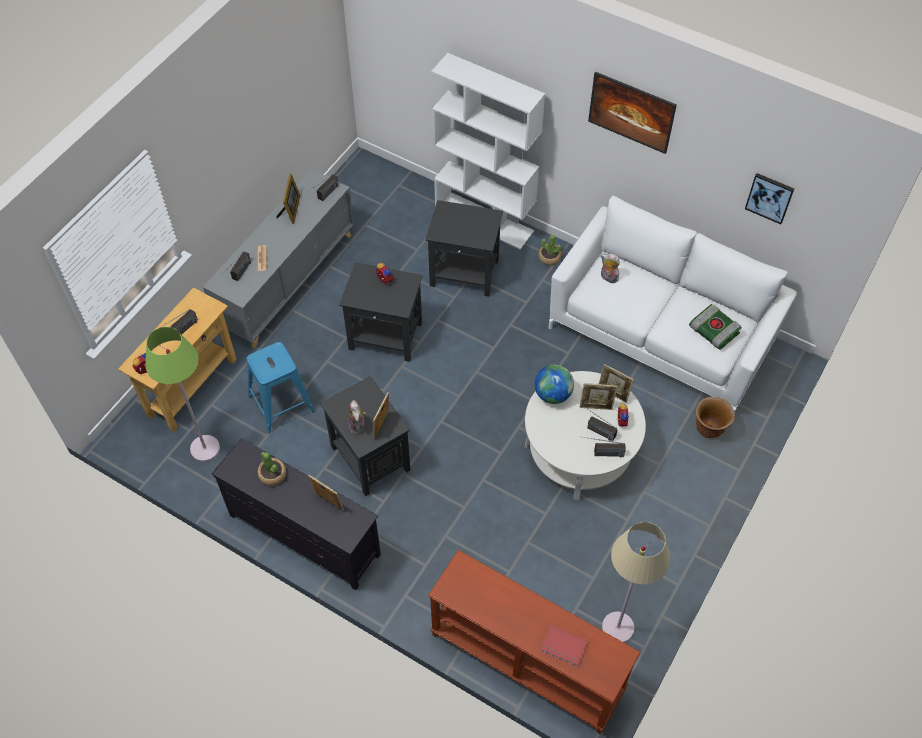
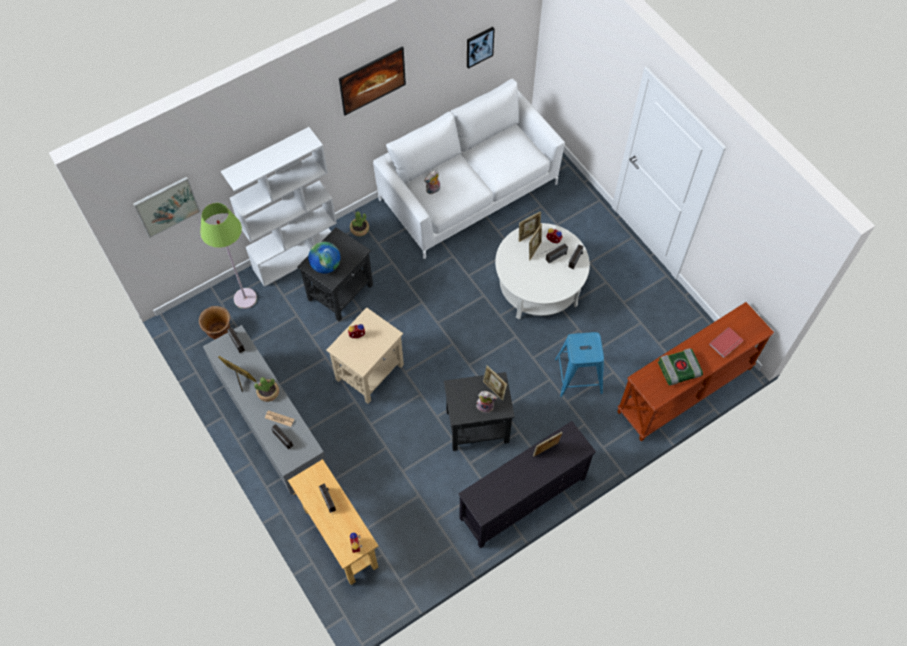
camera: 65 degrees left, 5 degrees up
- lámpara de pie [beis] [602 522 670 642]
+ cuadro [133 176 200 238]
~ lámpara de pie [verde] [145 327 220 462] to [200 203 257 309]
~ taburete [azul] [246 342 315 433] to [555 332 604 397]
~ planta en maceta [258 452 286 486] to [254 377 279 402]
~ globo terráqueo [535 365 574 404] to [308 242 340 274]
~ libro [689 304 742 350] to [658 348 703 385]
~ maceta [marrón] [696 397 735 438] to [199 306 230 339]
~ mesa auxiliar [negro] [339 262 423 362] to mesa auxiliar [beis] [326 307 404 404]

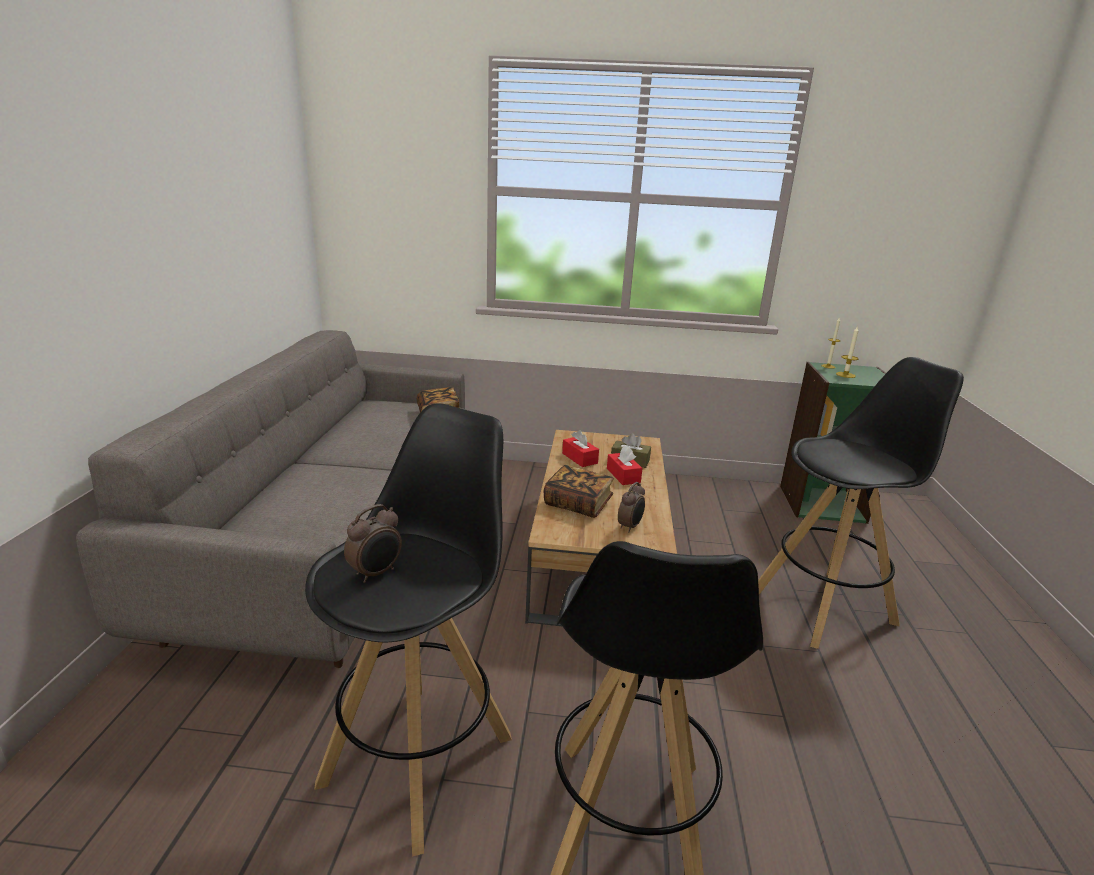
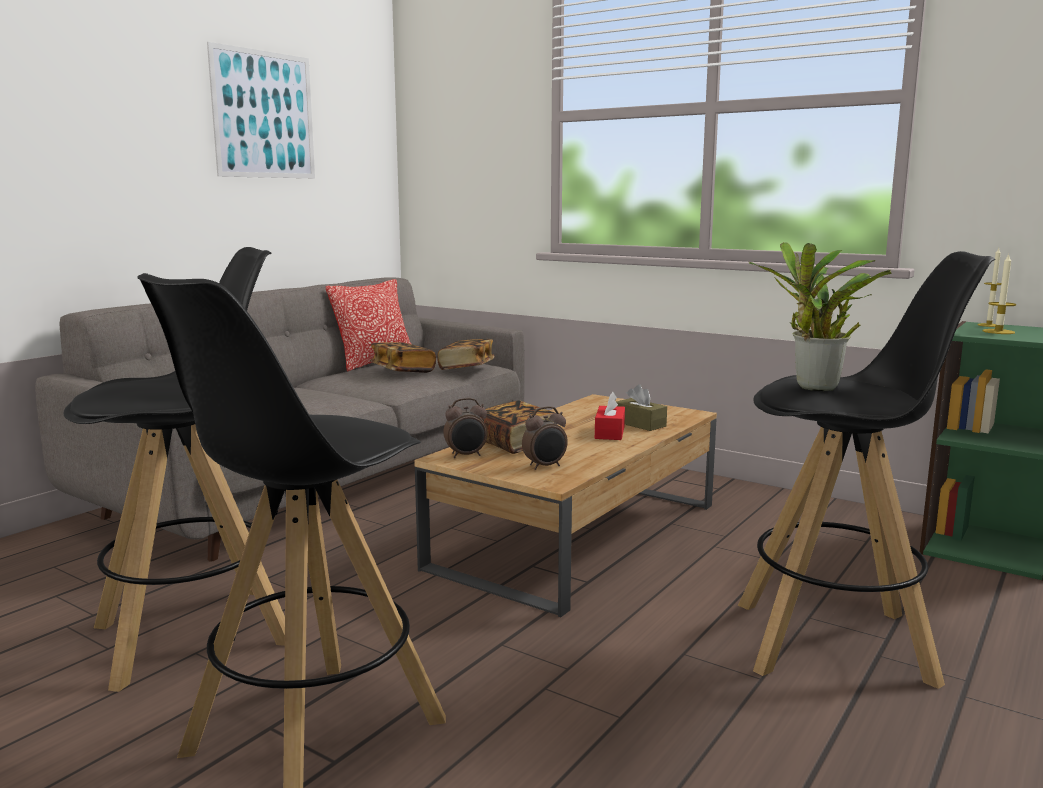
camera: 30 degrees right, 10 degrees down
- caja de pañuelos [rojo] [562 430 599 467]
+ cuadro [207 42 315 178]
+ cojín [326 279 411 372]
+ libro [370 342 436 373]
+ planta en maceta [749 242 892 391]
~ despertador [344 504 402 583] to [443 398 488 458]

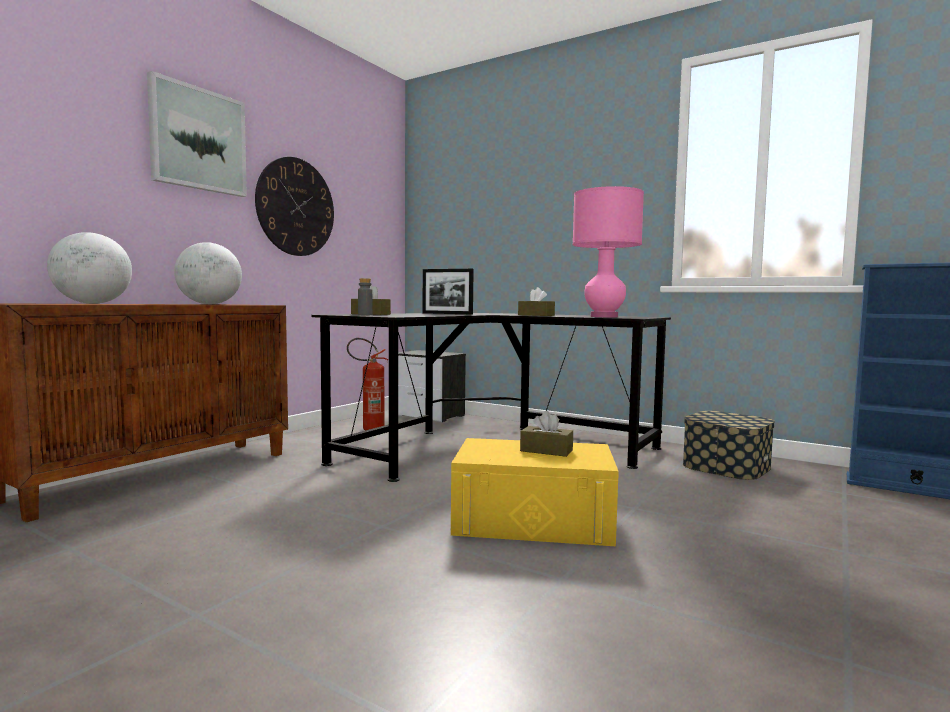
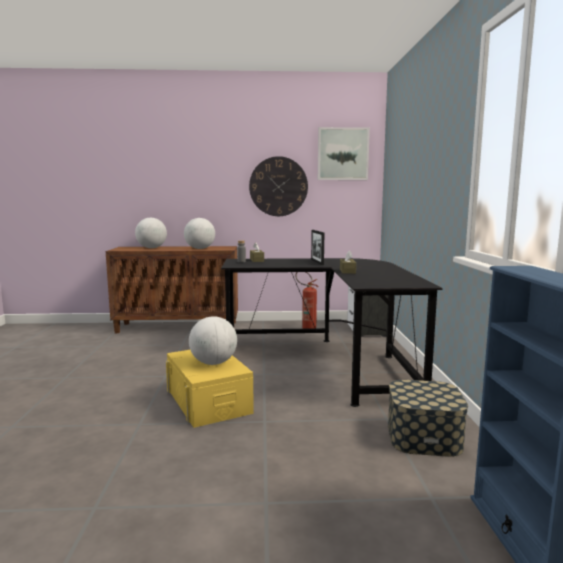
camera: 55 degrees right, 5 degrees up
- lámpara de mesa [rosa] [573 186 644 317]
~ cuadro [147 71 247 197] to [318 127 370 180]
~ caja de pañuelos [marrón] [520 411 573 457] to globo terráqueo [189 316 237 365]

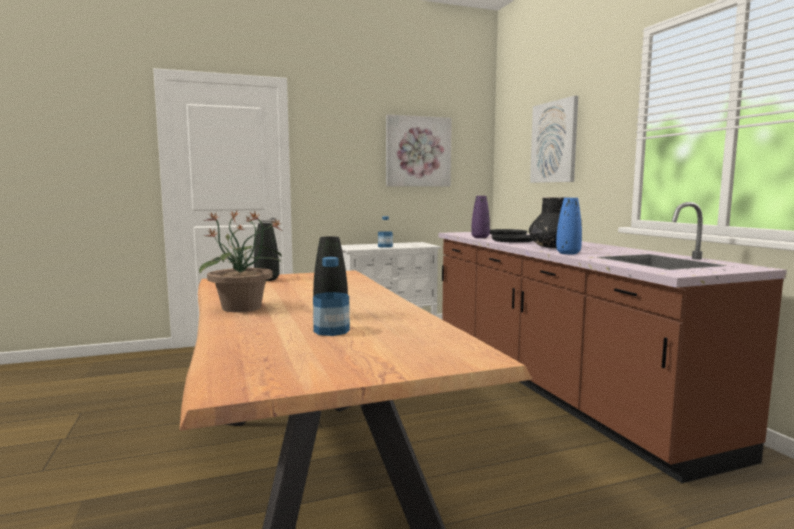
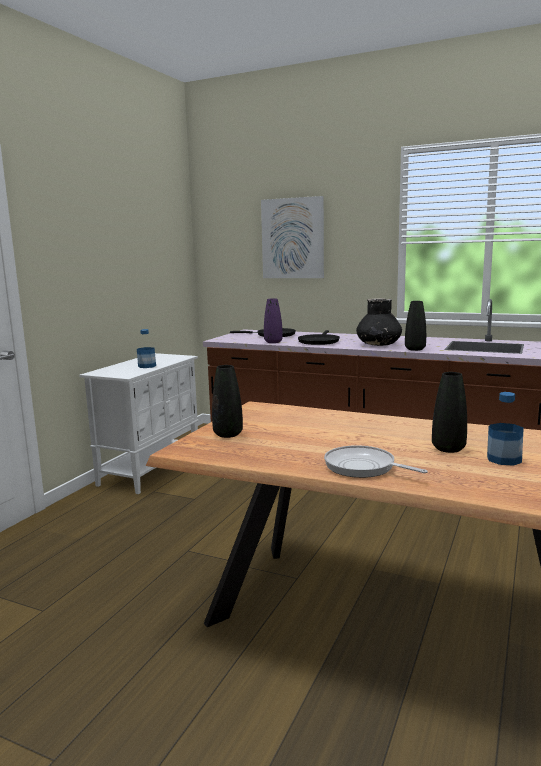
camera: 45 degrees left, 5 degrees up
- cuadro [386 114 452 187]
~ planta en maceta [199 210 282 312] to sartén [324 445 428 478]
~ florero [azul] [556 198 582 254] to florero [negro] [405 301 426 351]

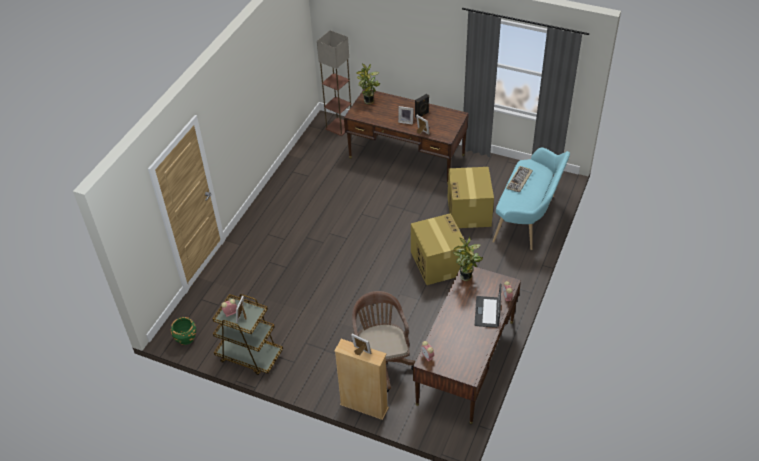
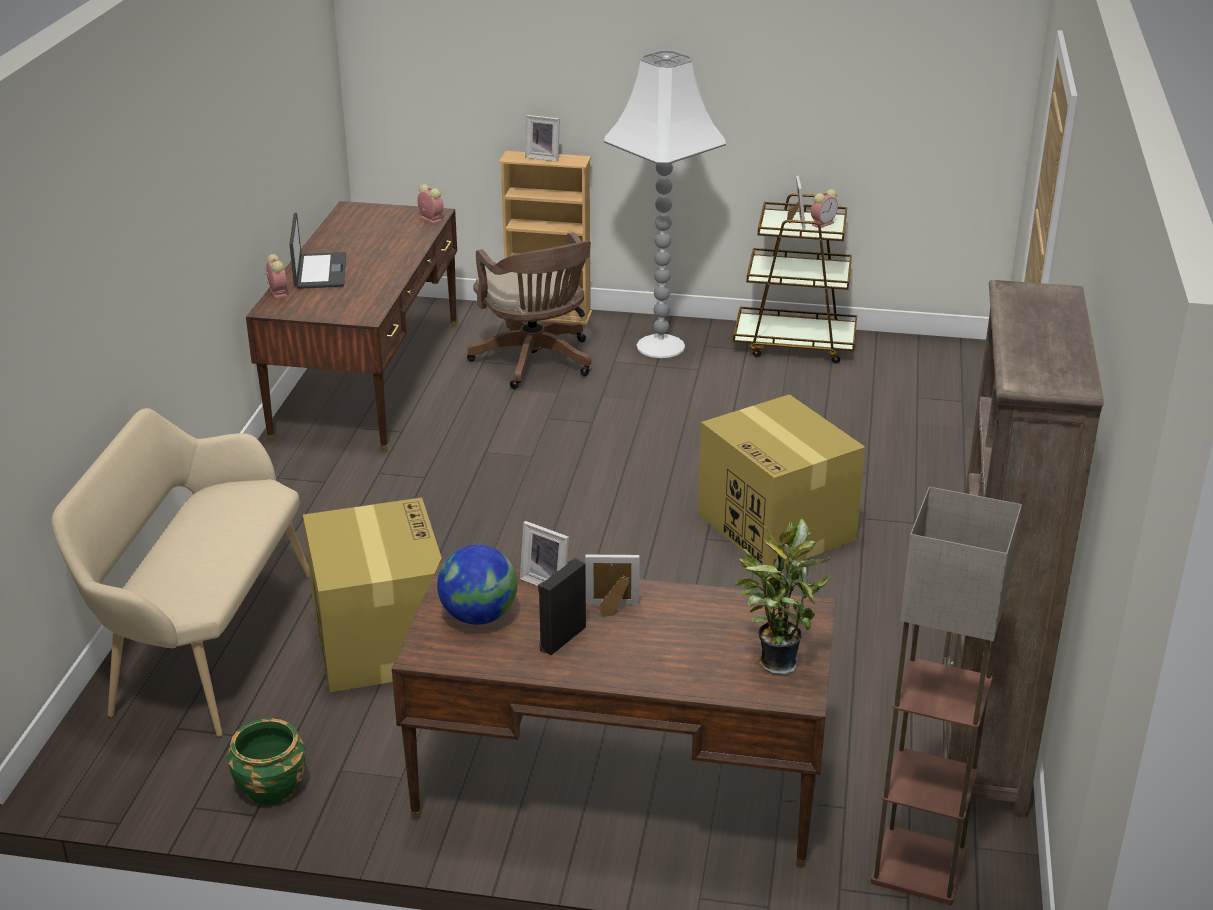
camera: 165 degrees right, 15 degrees down
- planta en maceta [453 236 483 281]
- teclado [506 166 533 192]
+ globo terráqueo [437 545 517 625]
+ lámpara de pie [blanco] [604 50 726 358]
+ estantería [marrón] [942 280 1104 818]
~ maceta [verde] [171 317 196 345] to [227 718 306 805]
~ caja de cartón [411 213 467 285] to [698 394 865 567]
~ banco [turquesa] [492 147 570 250] to banco [beis] [51 408 310 737]

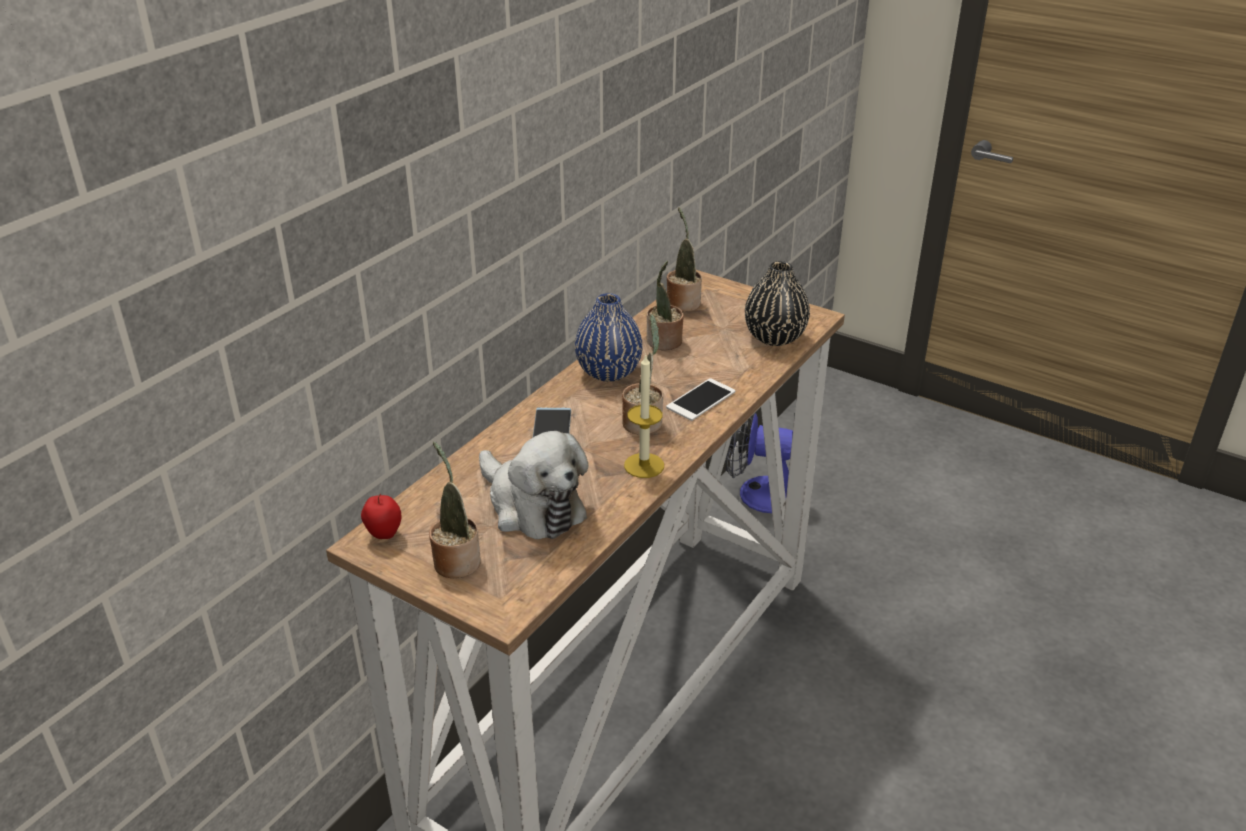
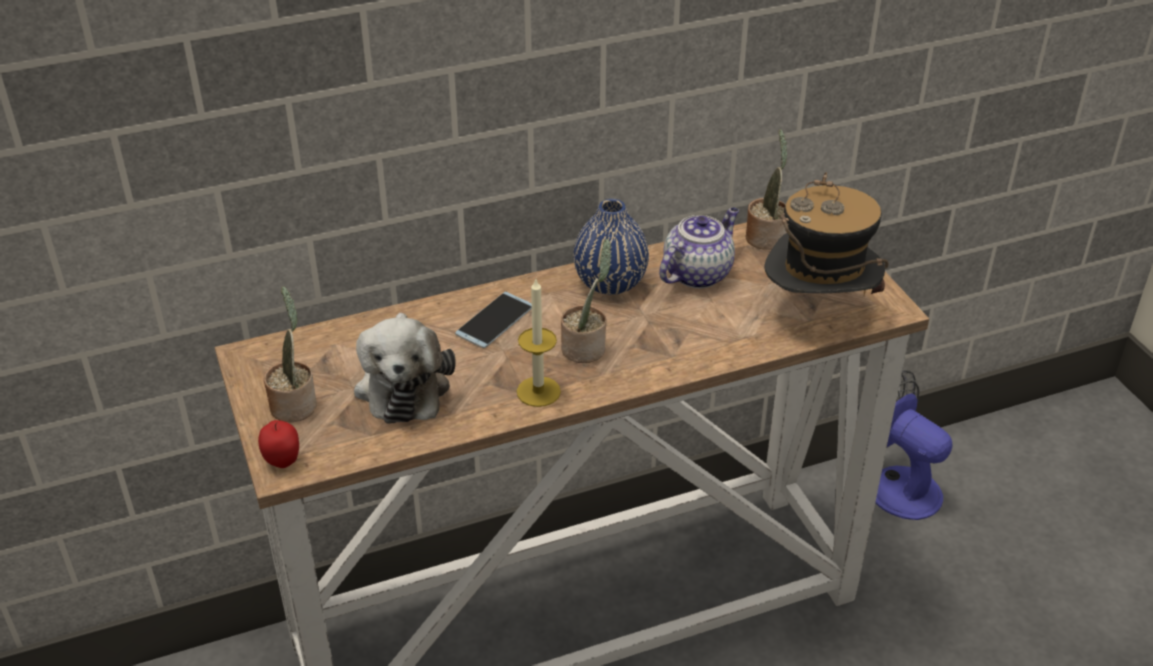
camera: 35 degrees right, 5 degrees up
- móvil [666 378 735 421]
~ manzana [361 494 401 539] to [258 420 299 468]
~ planta en maceta [646 261 684 350] to tetera [659 208 739 289]
~ florero [negro] [745 261 810 346] to sombrero [764 172 889 295]

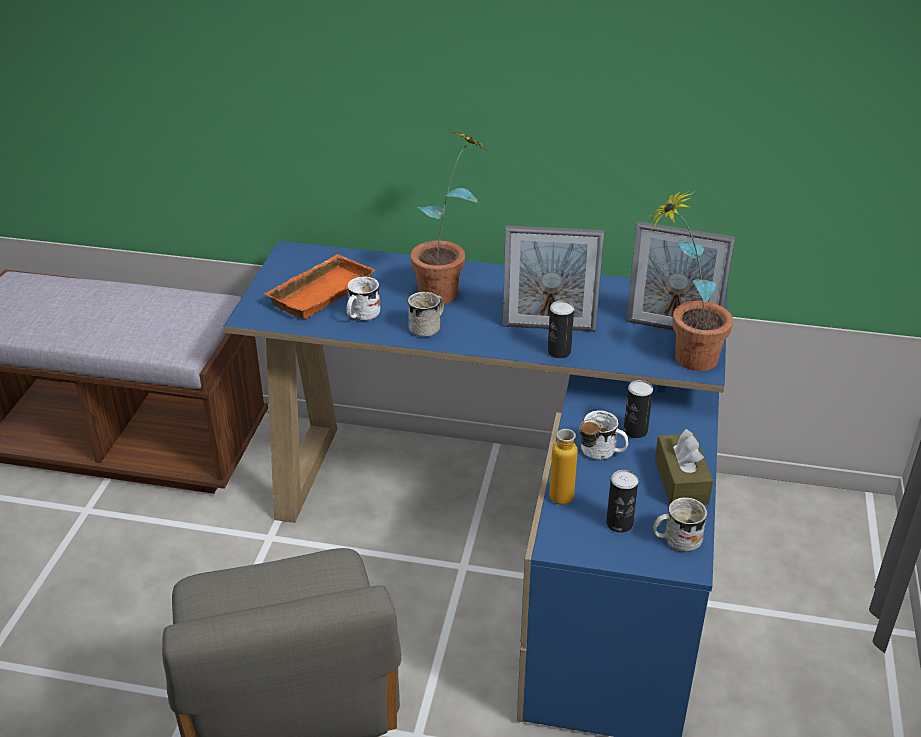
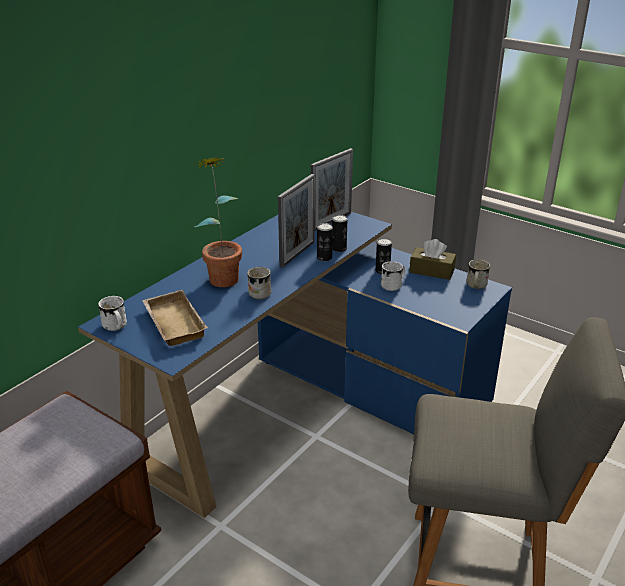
camera: 65 degrees left, 5 degrees down
- botella [549 419 601 505]
- planta en maceta [650 190 733 371]
~ taza grande [blanco] [347 276 380 321] to [98 296 127 331]
~ lata [606 470 638 533] to [332 215 347 252]
~ bandeja [naranja] [264 254 375 320] to bandeja [beis] [142 290 208 346]

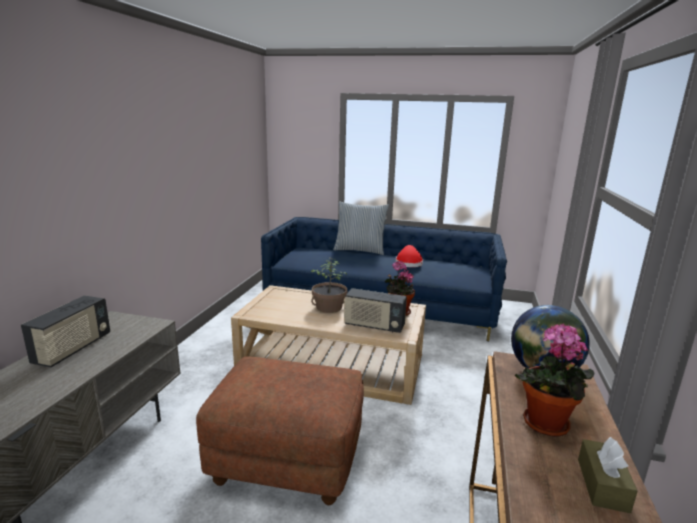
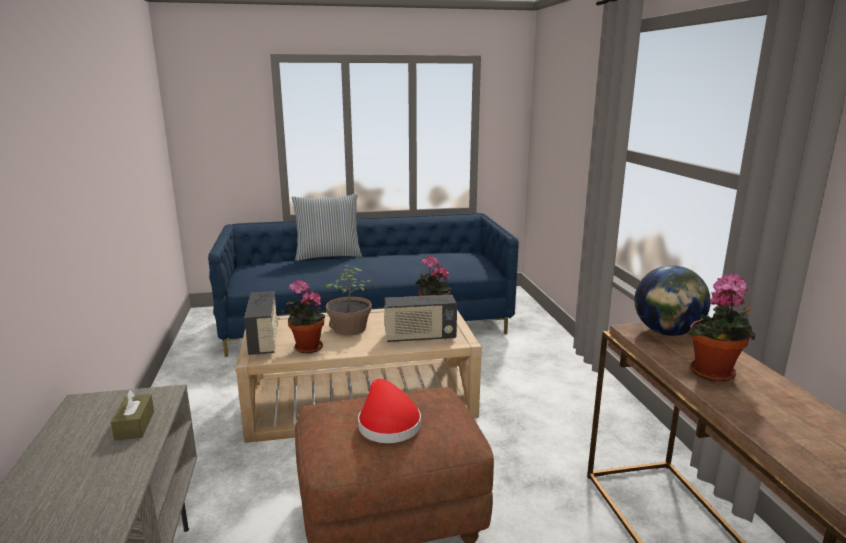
camera: 25 degrees left, 0 degrees up
+ planta en maceta [282 279 325 354]
~ radio [21 296 110 367] to [244 291 280 355]
~ sombrero [rojo] [395 245 423 267] to [358 379 421 443]
~ caja de pañuelos [marrón] [578 437 638 513] to [111 388 154 440]

